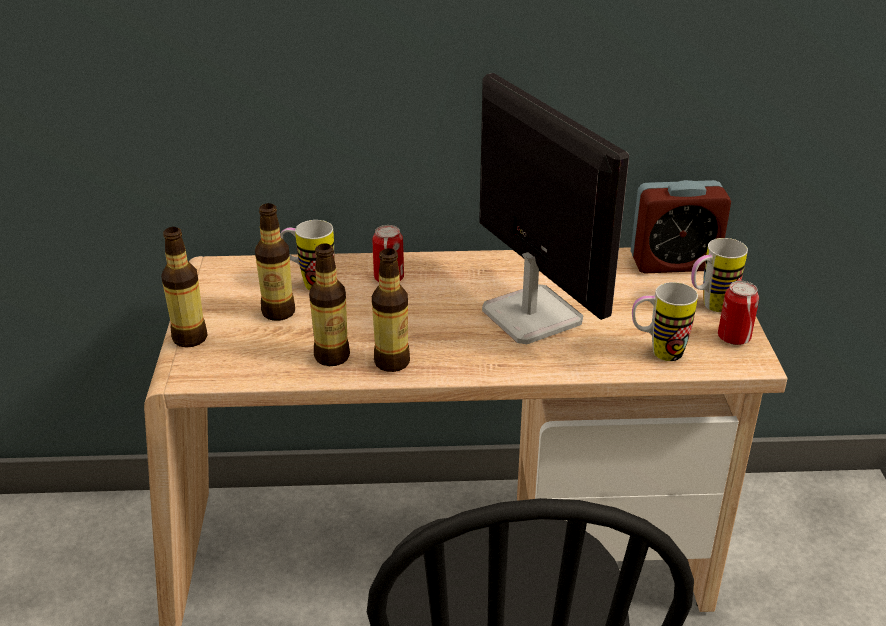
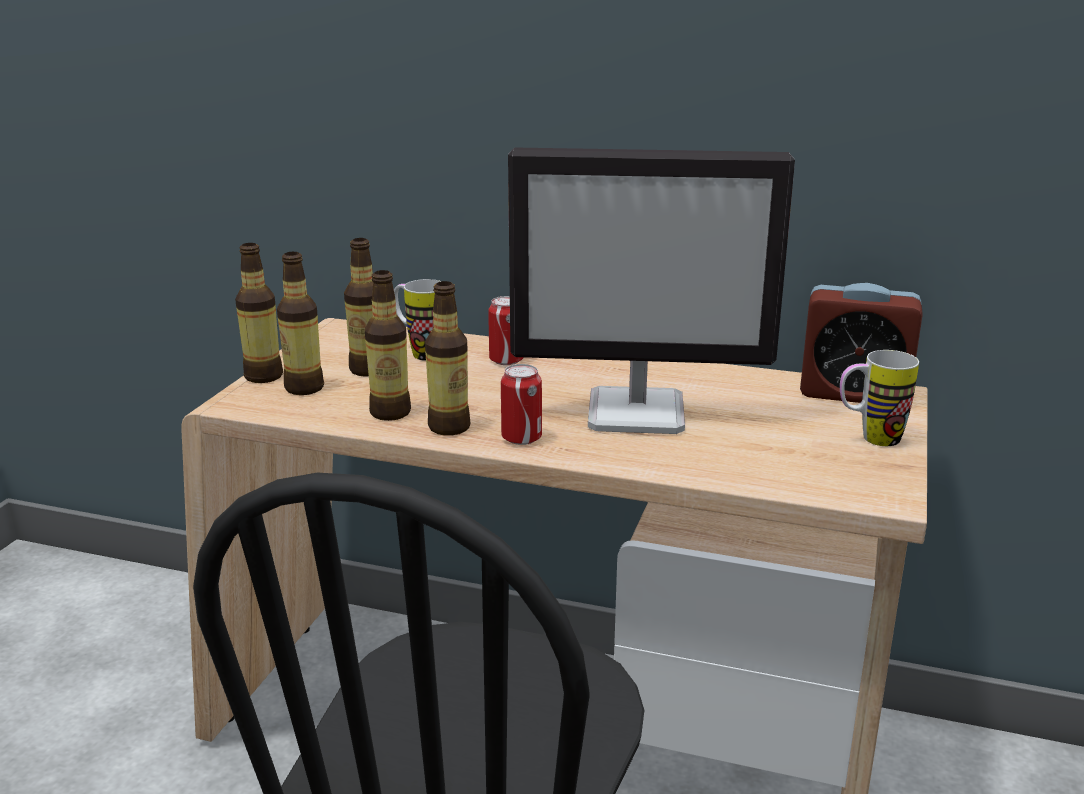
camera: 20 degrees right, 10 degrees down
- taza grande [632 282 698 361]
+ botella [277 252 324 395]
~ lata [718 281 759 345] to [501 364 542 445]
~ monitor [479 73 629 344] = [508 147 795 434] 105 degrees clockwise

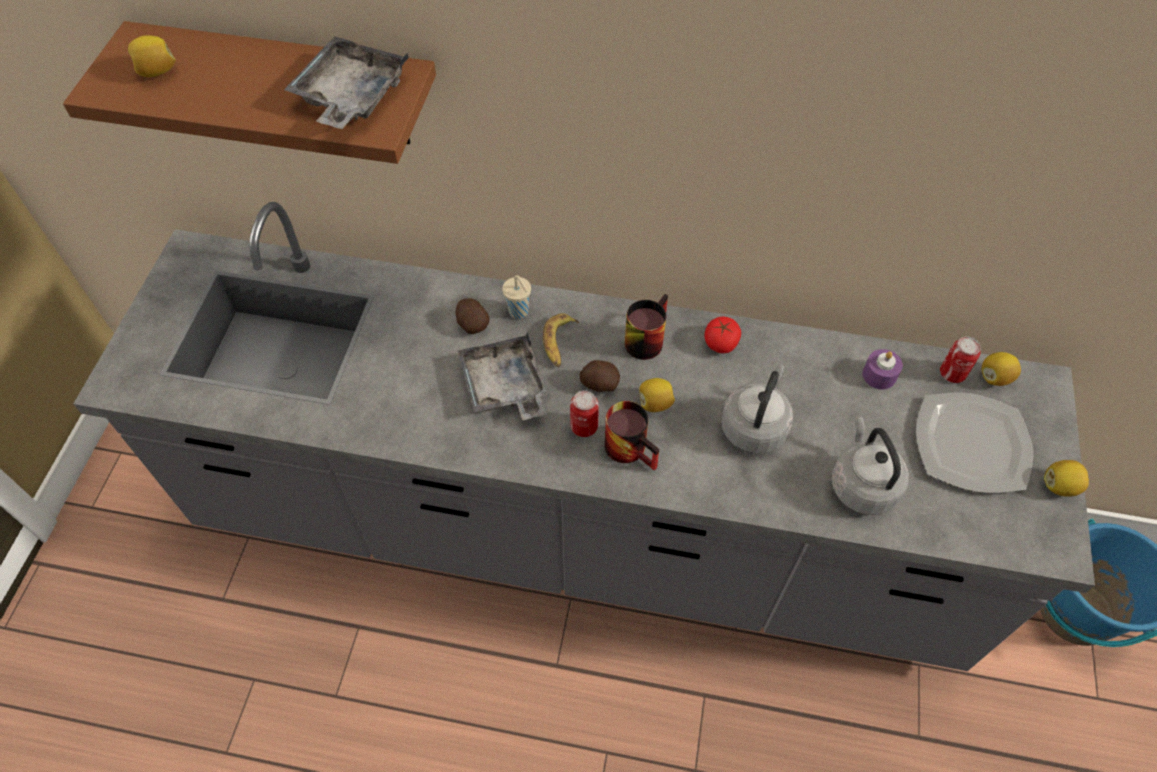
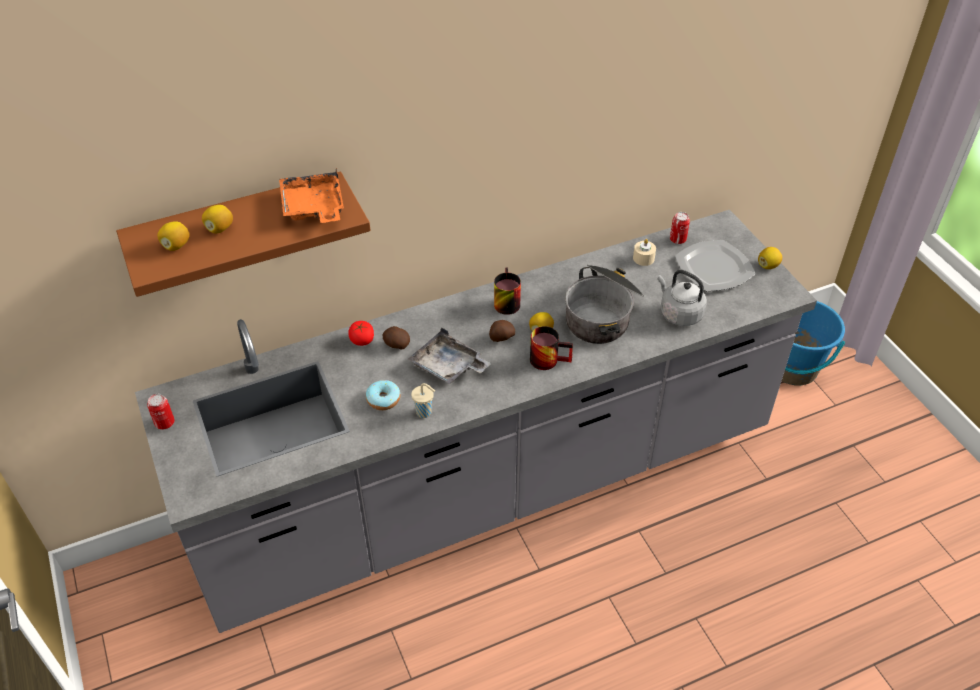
camera: 35 degrees left, 10 degrees down
- plátano [543 313 579 367]
+ rosquilla [366 380 400 410]
~ taza [beis] [502 275 531 319] to [411 383 435 418]
~ lata [570 390 599 437] to [147 394 175 430]
~ tomate [705 317 741 353] to [348 321 374 346]
~ limón [982 352 1021 386] to [202 205 233 234]
~ hervidor [gris] [721 365 793 454] to olla [565 265 644 344]
~ bandeja [gris] [284 36 409 129] to bandeja [naranja] [279 168 344 223]
~ vela [morado] [862 349 903 390] to vela [beis] [633 239 656 266]

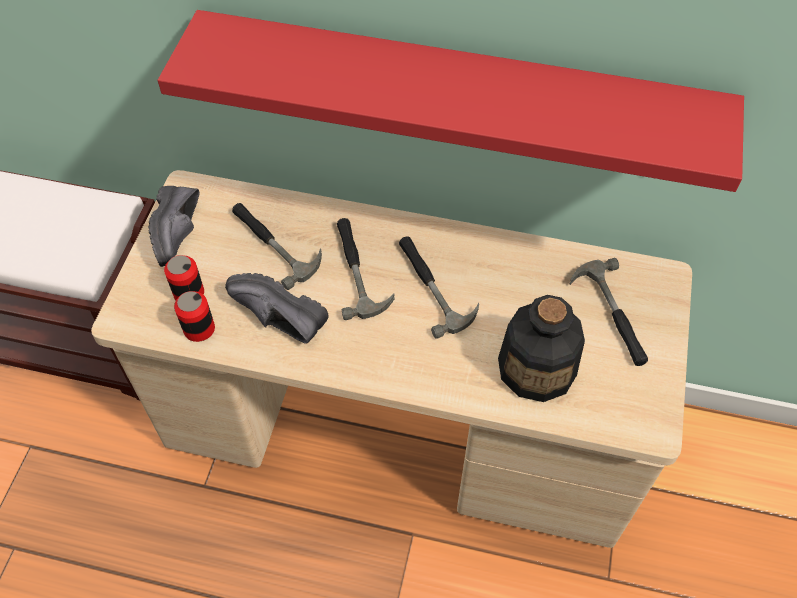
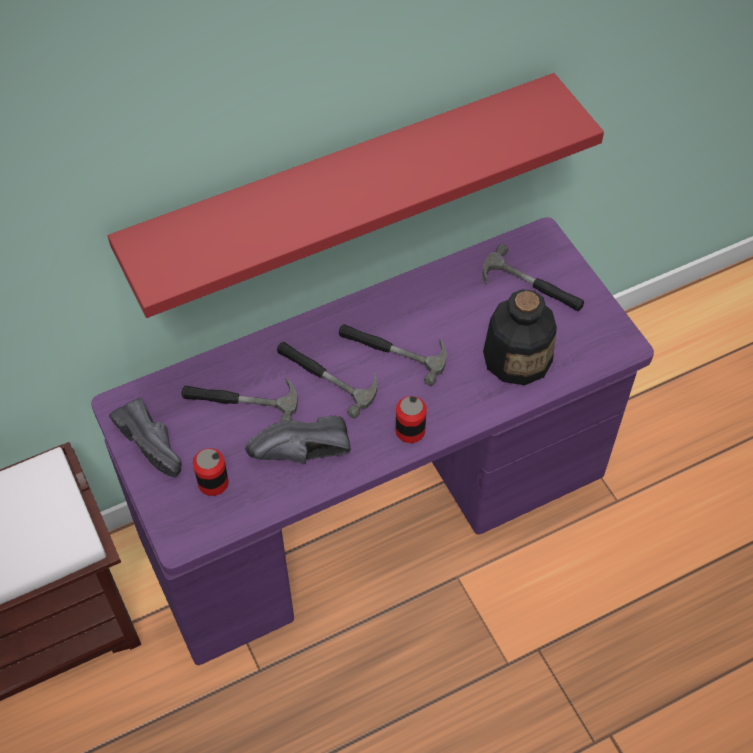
camera: 40 degrees left, 0 degrees up
~ lata [174 291 215 342] to [396 396 427 443]
~ escritorio [beis] [91 170 692 548] to escritorio [morado] [91 217 654 665]

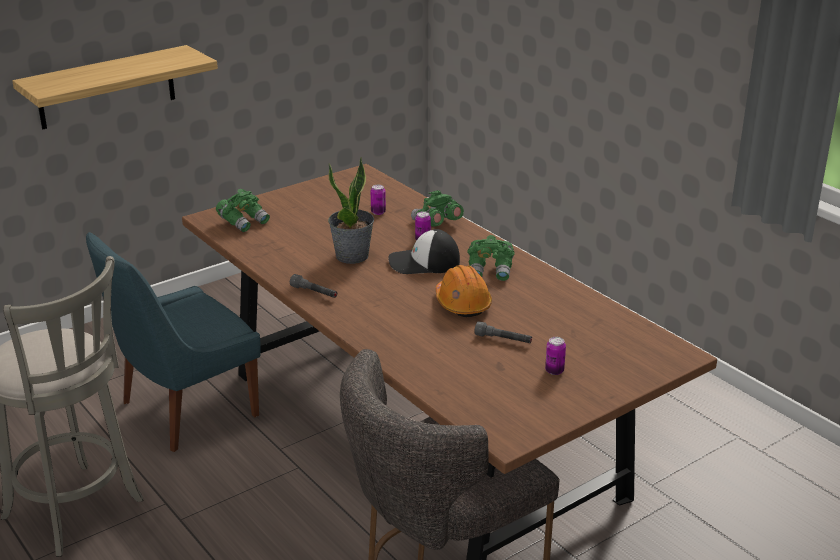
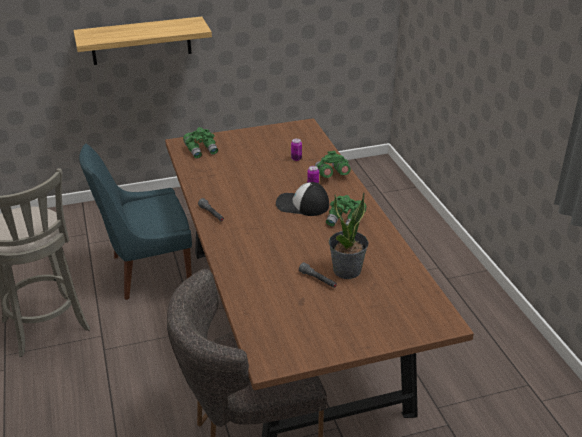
camera: 20 degrees right, 5 degrees up
- casco [naranja] [436 265 492 317]
- lata [545 337 566 375]
~ planta en maceta [328 157 374 264] to [329 193 368 279]

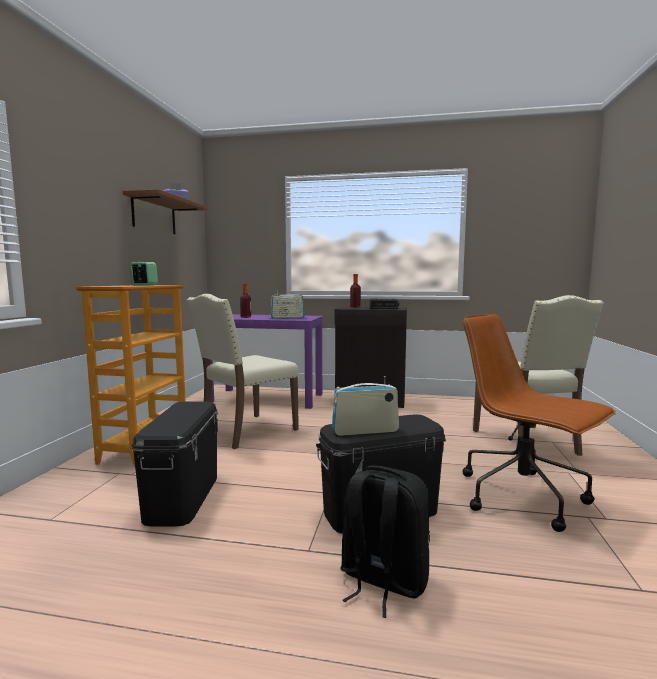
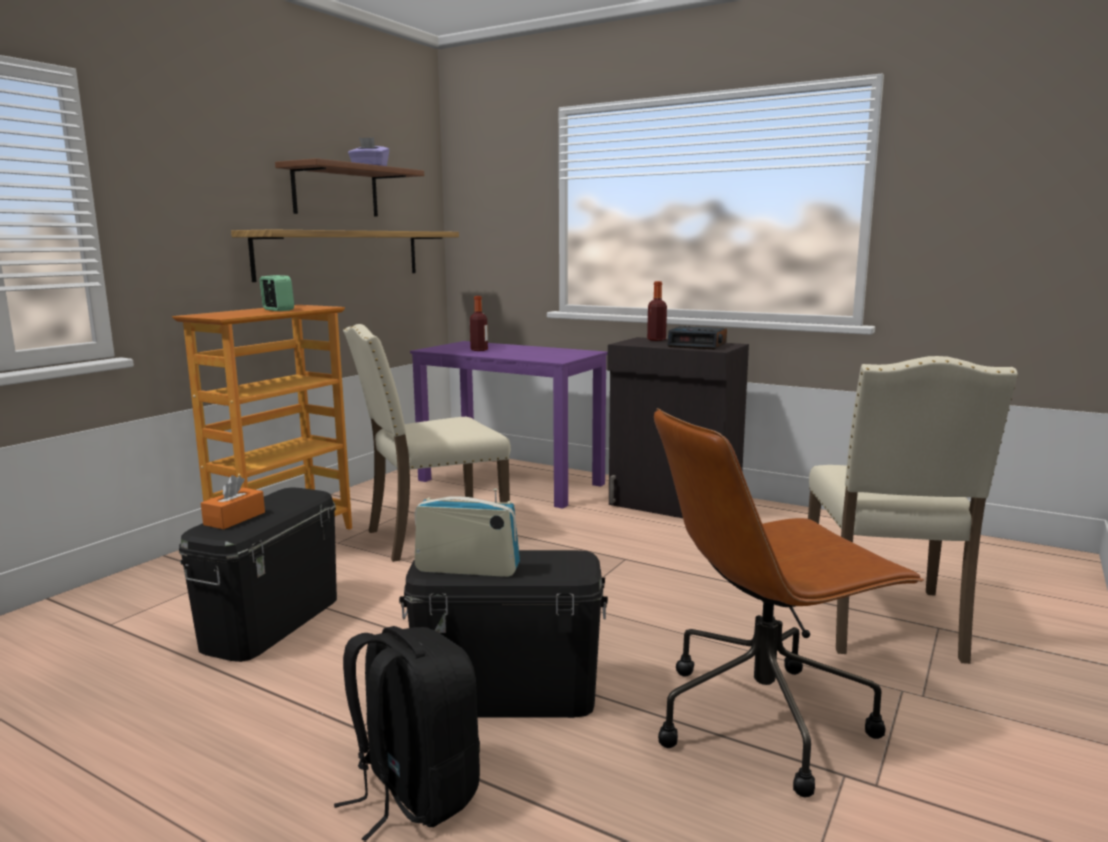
camera: 20 degrees right, 5 degrees up
- radio [271 290 305 319]
+ caja de pañuelos [naranja] [201 475 265 529]
+ estante [231 230 459 282]
~ silla de oficina [marrón] [462 314 616 532] = [654 408 924 797] 90 degrees counterclockwise

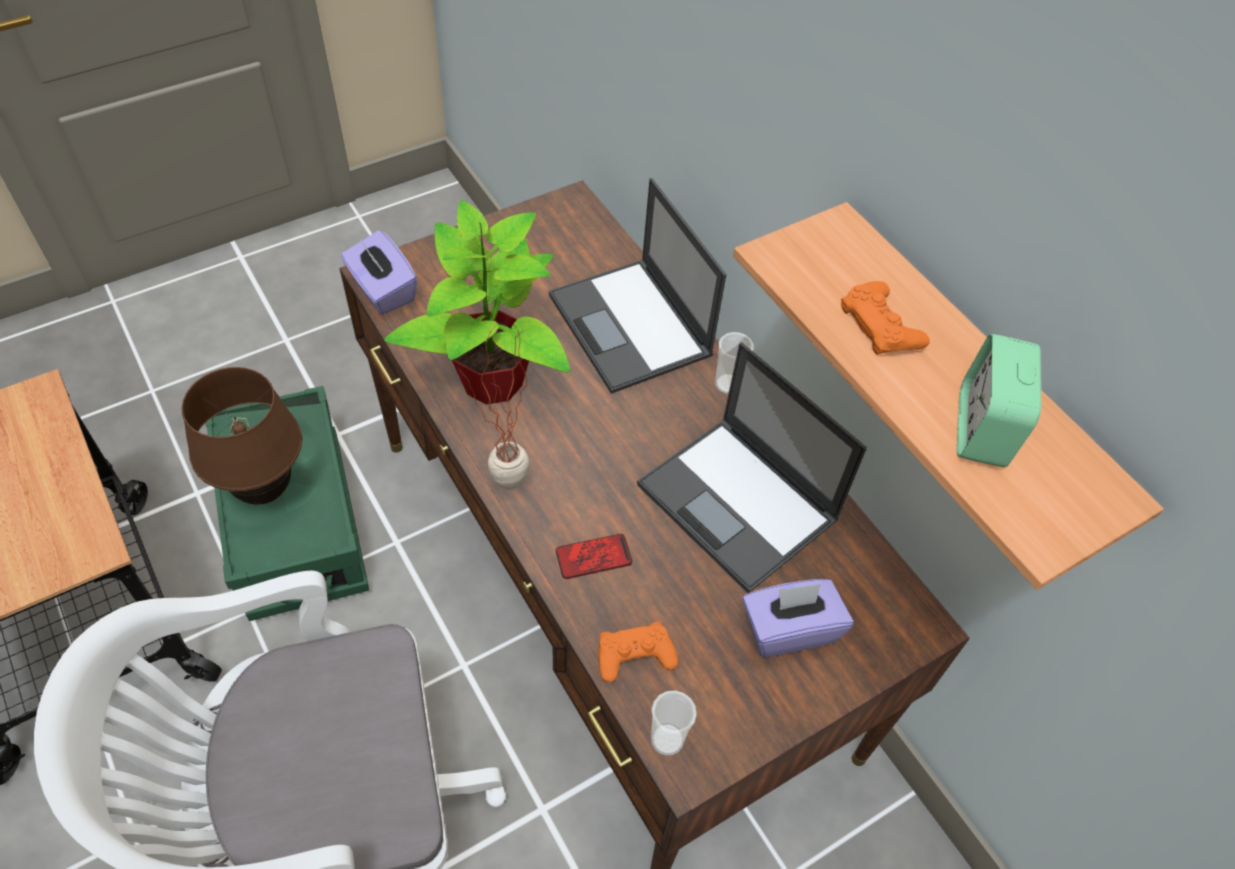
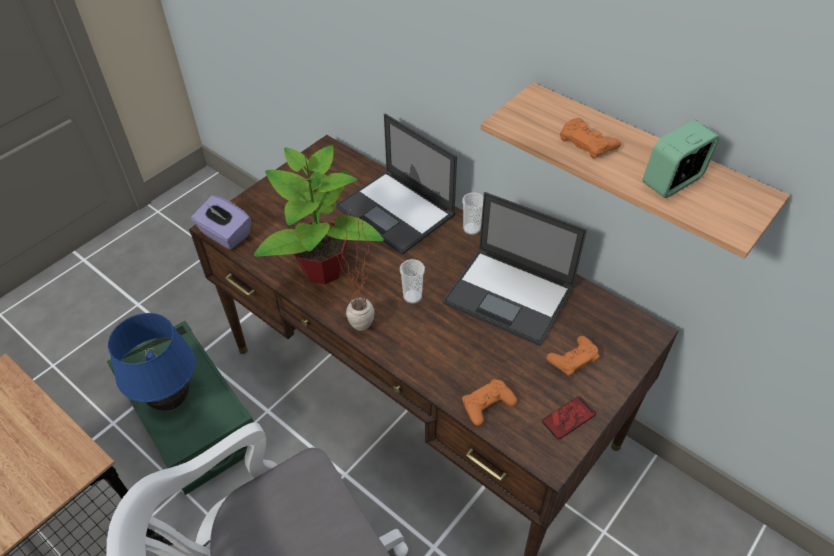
camera: 15 degrees left, 5 degrees down
~ móvil [556 534 632 579] to [542 396 596 439]
~ taza [651 690 697 756] to [400 259 425 304]
~ caja de pañuelos [morado] [742 579 853 657] to mando de consola [naranja] [546 336 600 376]
~ lámpara de mesa [marrón] [181 367 302 505] to lámpara de mesa [azul] [108 313 196 411]
~ despertador [957 334 1041 467] = [642 120 720 198] 60 degrees clockwise

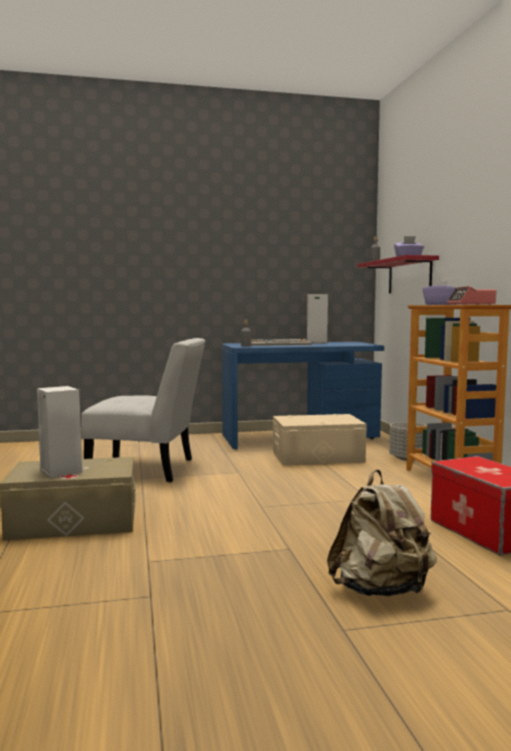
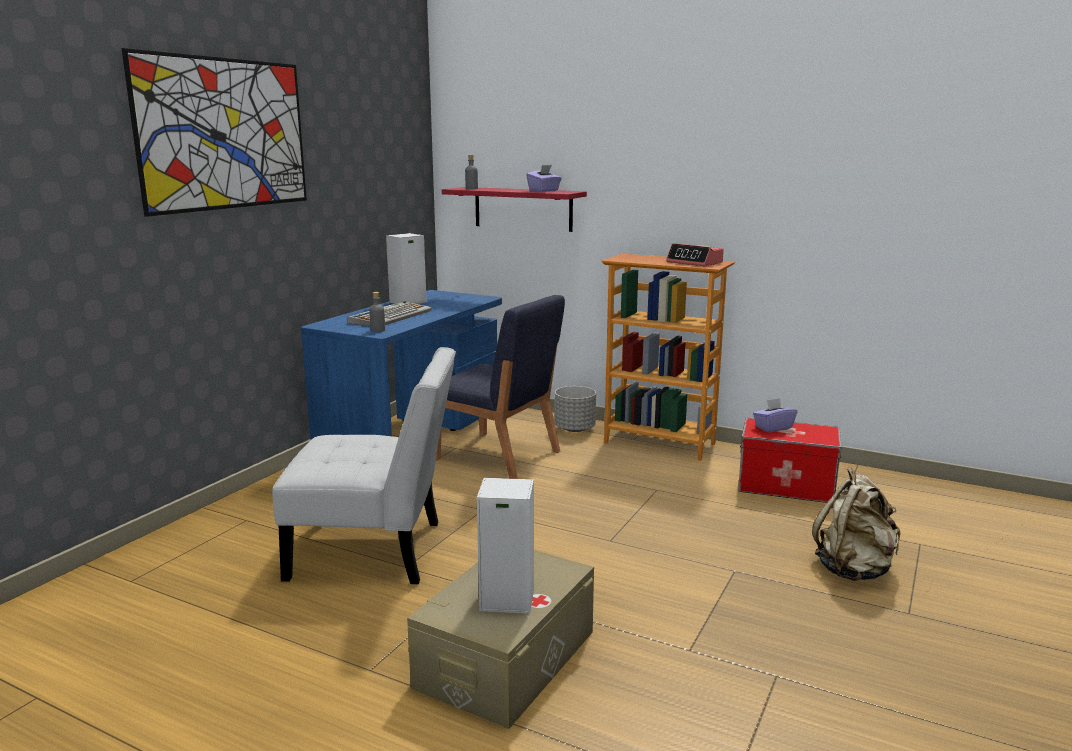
camera: 50 degrees left, 10 degrees up
+ cuadro [122 48 307 217]
~ caja de pañuelos [morado] [423 280 456 305] to [753 398 797 432]
~ caja de almacenaje [beis] [273 414 367 465] to silla [azul] [436 295 565 479]
~ silla [blanco] [81 338 205 482] = [272 347 456 584] 45 degrees clockwise

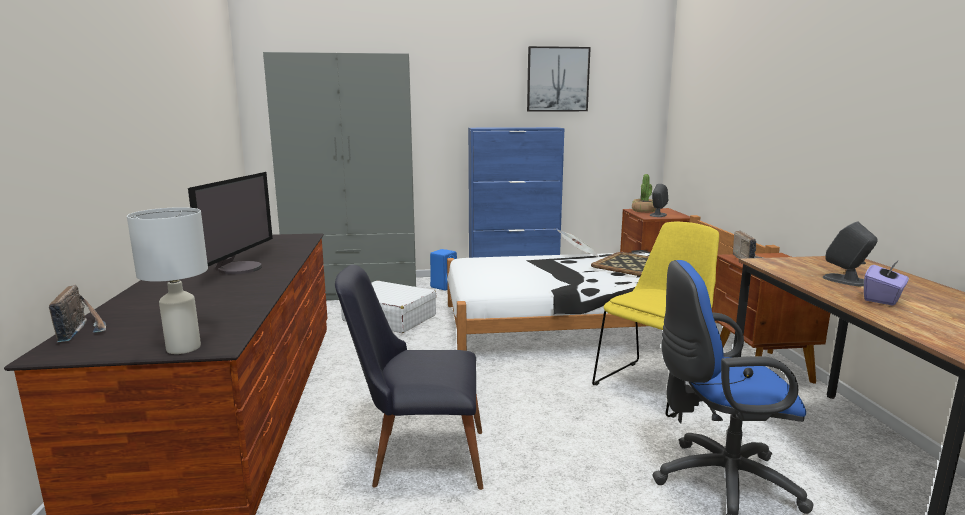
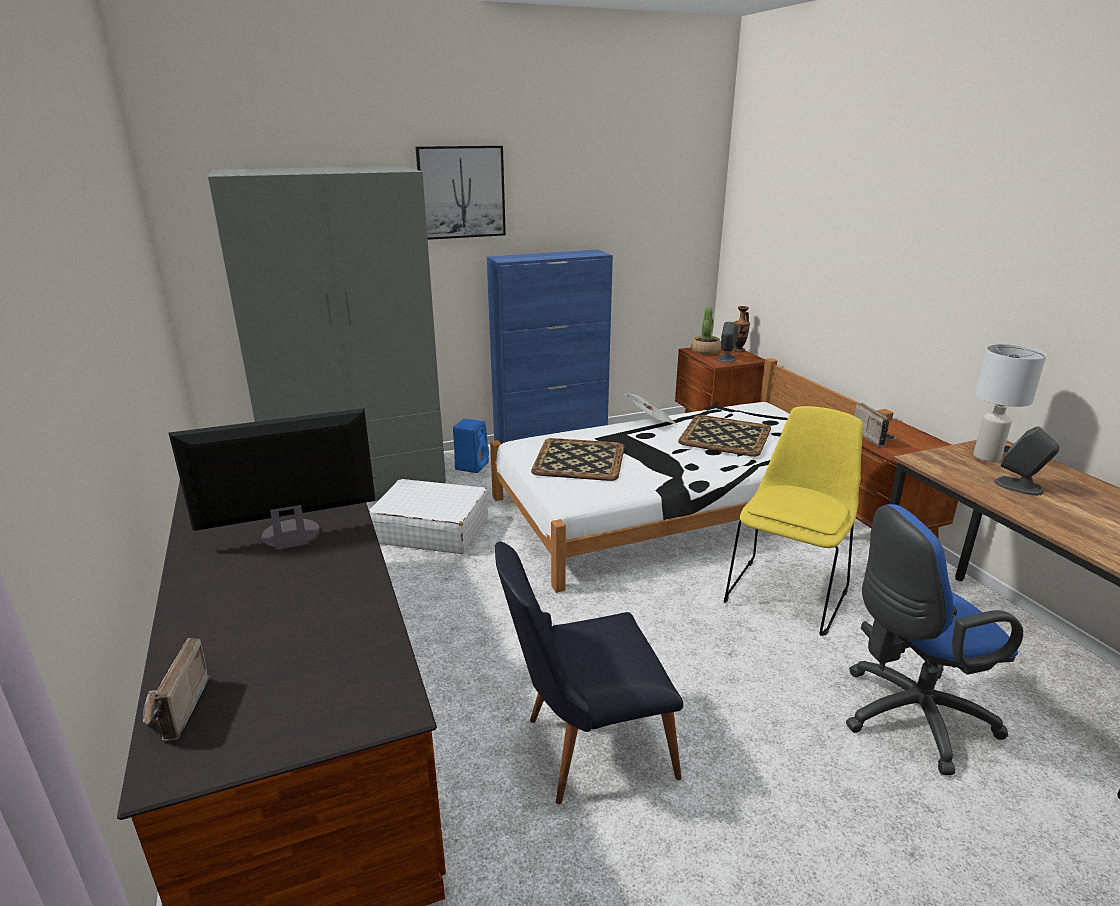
camera: 15 degrees left, 10 degrees up
- caja de pañuelos [morado] [864 260 909 306]
+ bandeja [531 438 625 481]
+ florero [733 306 750 352]
~ lámpara de mesa [blanco] [127 207 208 354] to [973 344 1047 462]
~ cuadro [527 46 591 111] to [415 146 506 240]
~ radio [49 284 106 343] = [143 638 210 741] 150 degrees counterclockwise
~ monitor [188 172 273 274] = [169 408 375 552] 105 degrees counterclockwise

